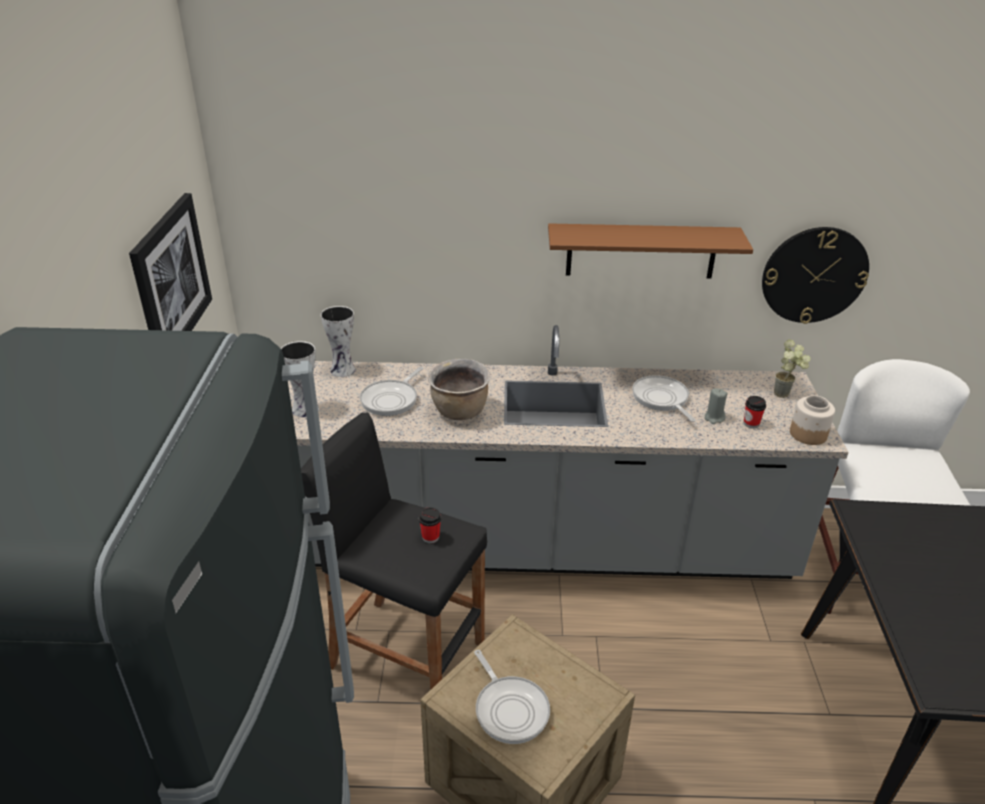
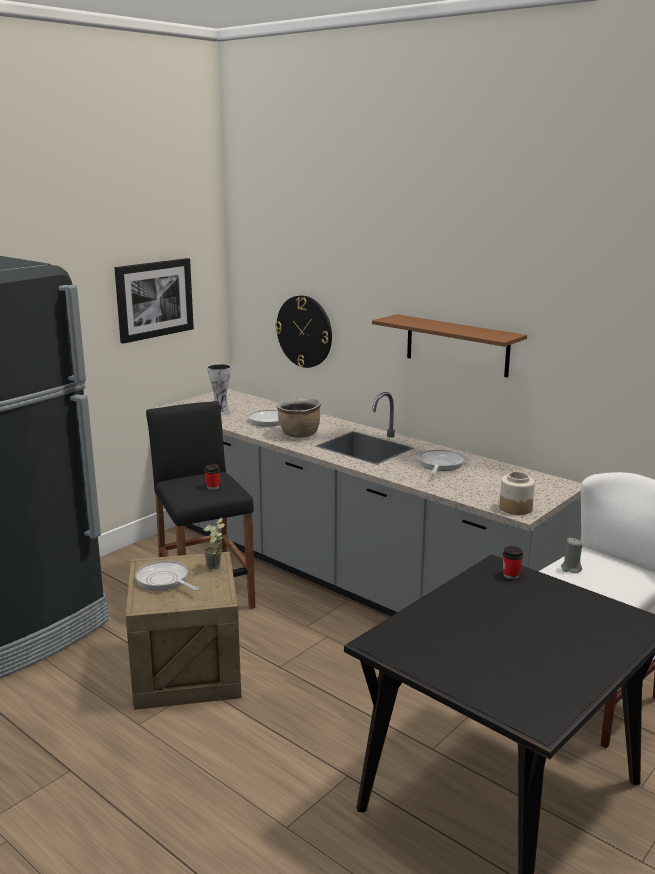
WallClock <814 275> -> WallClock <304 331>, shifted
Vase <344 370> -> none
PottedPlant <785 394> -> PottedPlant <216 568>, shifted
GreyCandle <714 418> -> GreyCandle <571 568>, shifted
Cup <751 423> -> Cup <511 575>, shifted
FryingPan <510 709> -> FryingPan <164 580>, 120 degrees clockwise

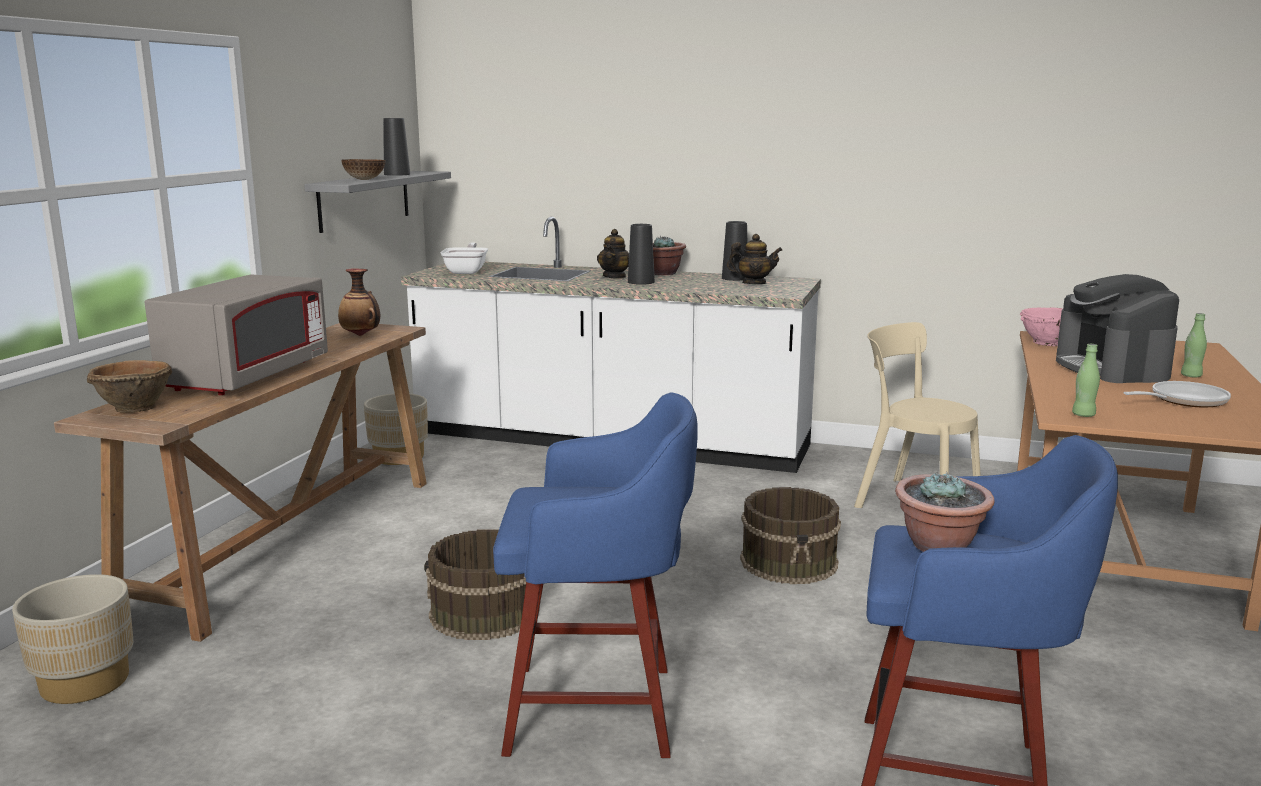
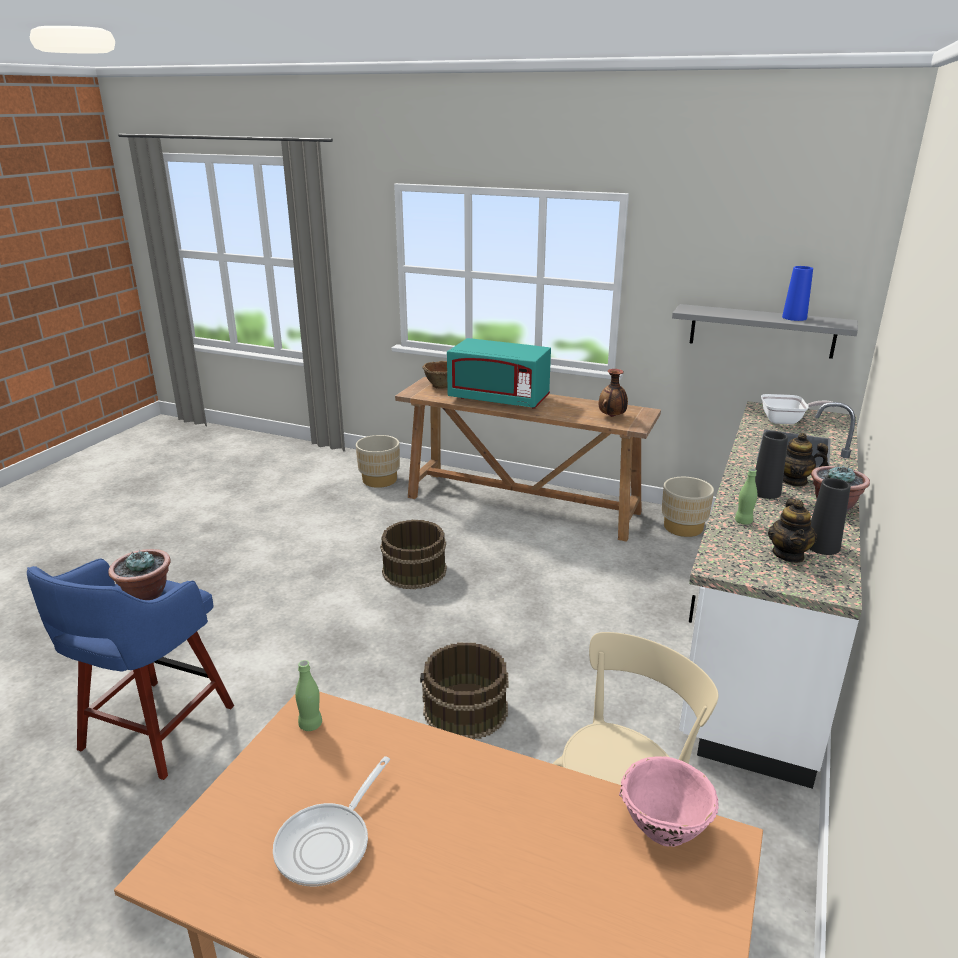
BlackVase <397 174> -> BlueVase <794 317>
Bowl <365 180> -> none
CoffeeMachine <1111 368> -> none
GreyMicrowave <247 377> -> TurquoiseMicrowave <499 399>
GreenBottle <1191 376> -> GreenBottle <743 521>, shifted
FryingPan <1183 401> -> FryingPan <328 843>, 45 degrees clockwise
BlueStool <598 710> -> none

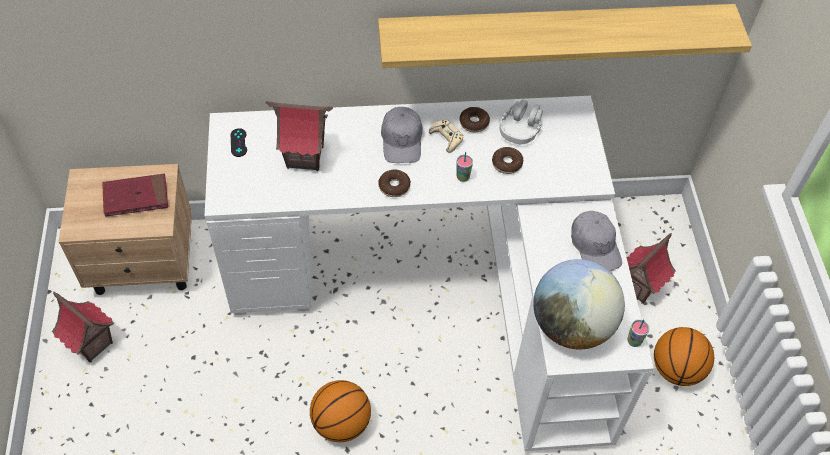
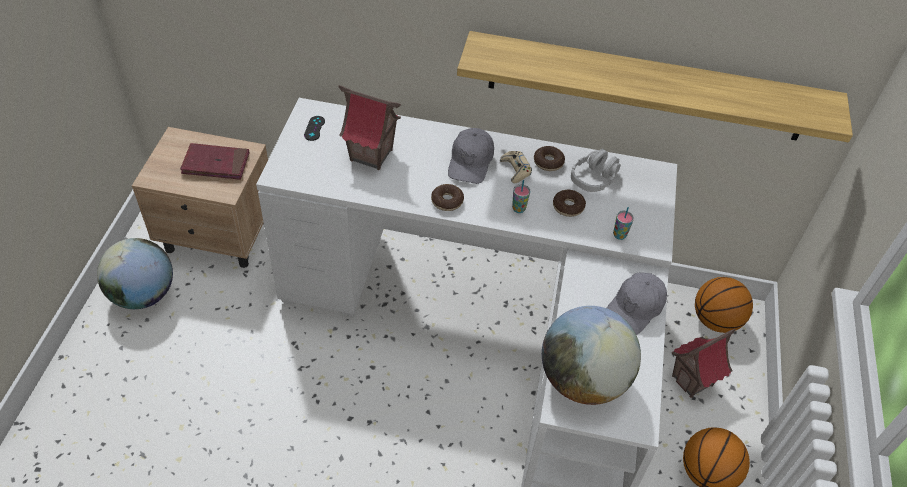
GreyCap <595 246> -> GreyCap <635 308>, 45 degrees clockwise
ToyHouse <91 344> -> Globe <143 295>
Cup <634 341> -> Cup <619 235>, shifted
Basketball <342 423> -> Basketball <716 320>, shifted

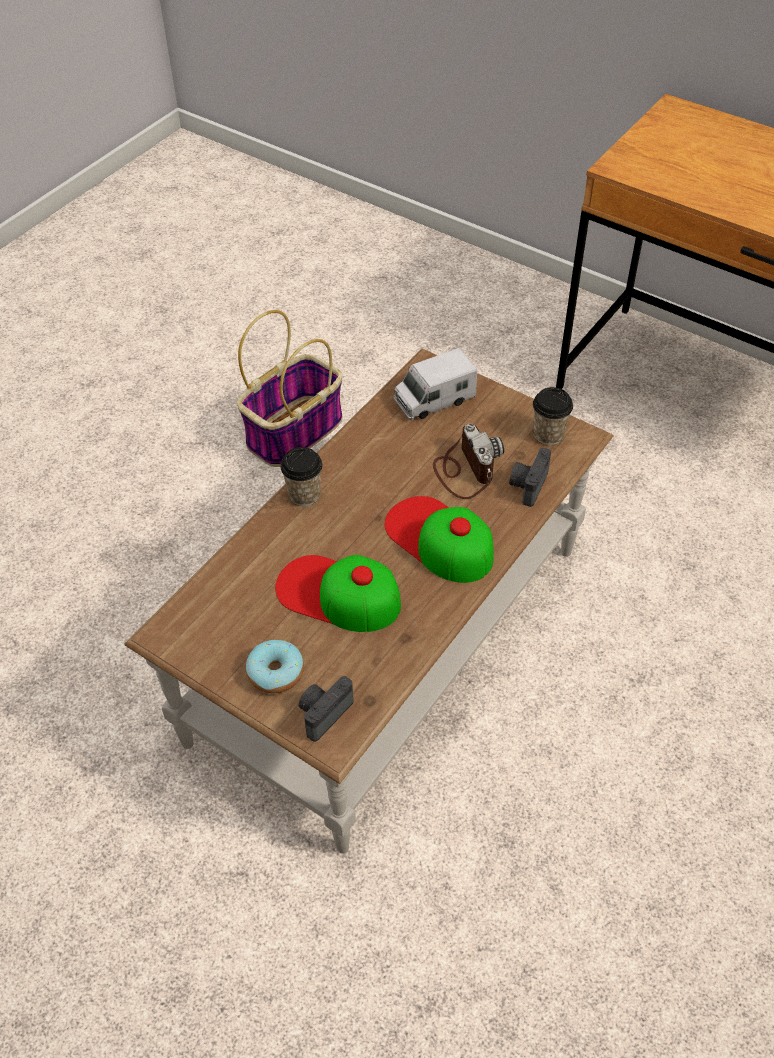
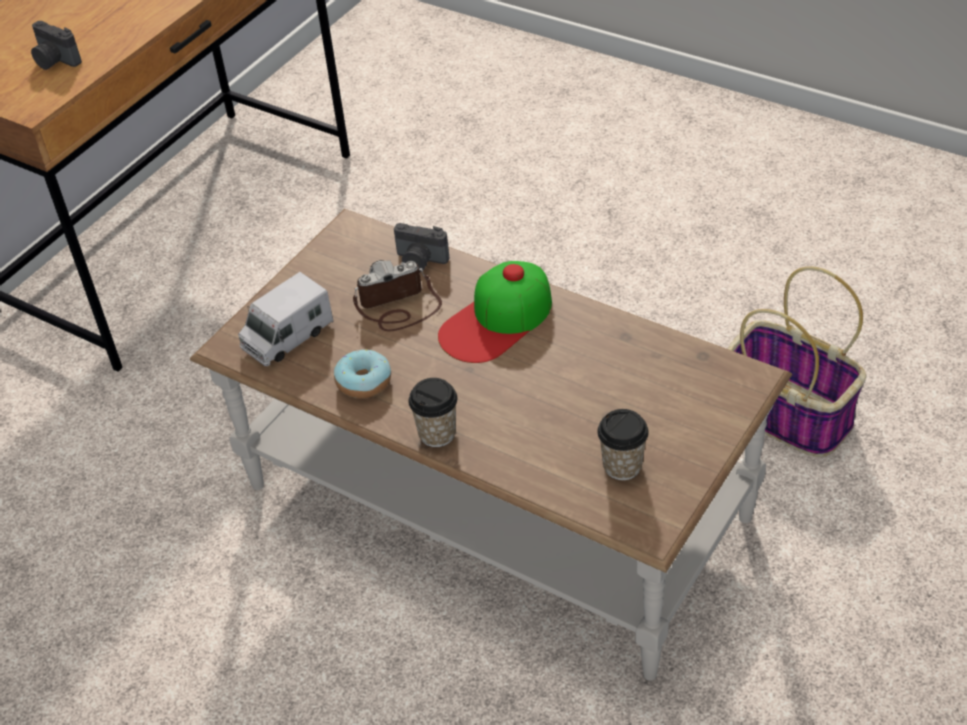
Basket <295 431> -> Basket <785 414>, shifted
ToyTruck <434 400> -> ToyTruck <287 337>, 75 degrees clockwise
Cup <548 434> -> Cup <622 466>, shifted
Cap <338 594> -> none
Donut <276 672> -> Donut <364 382>, shifted
PhotoCamera <323 713> -> PhotoCamera <55 61>, shifted

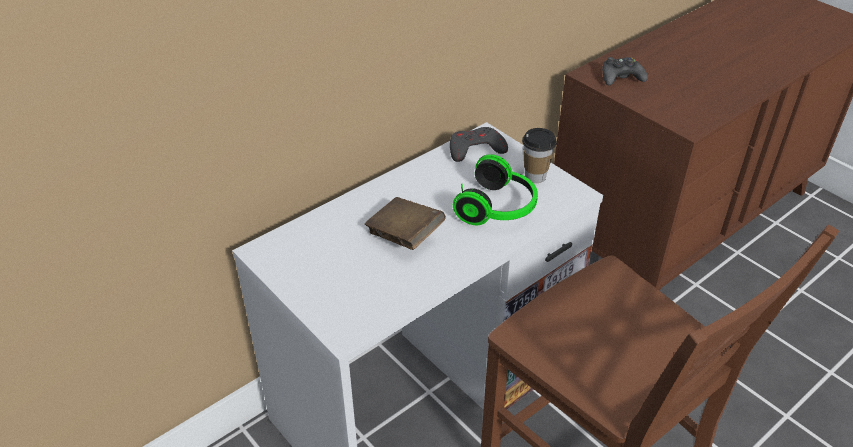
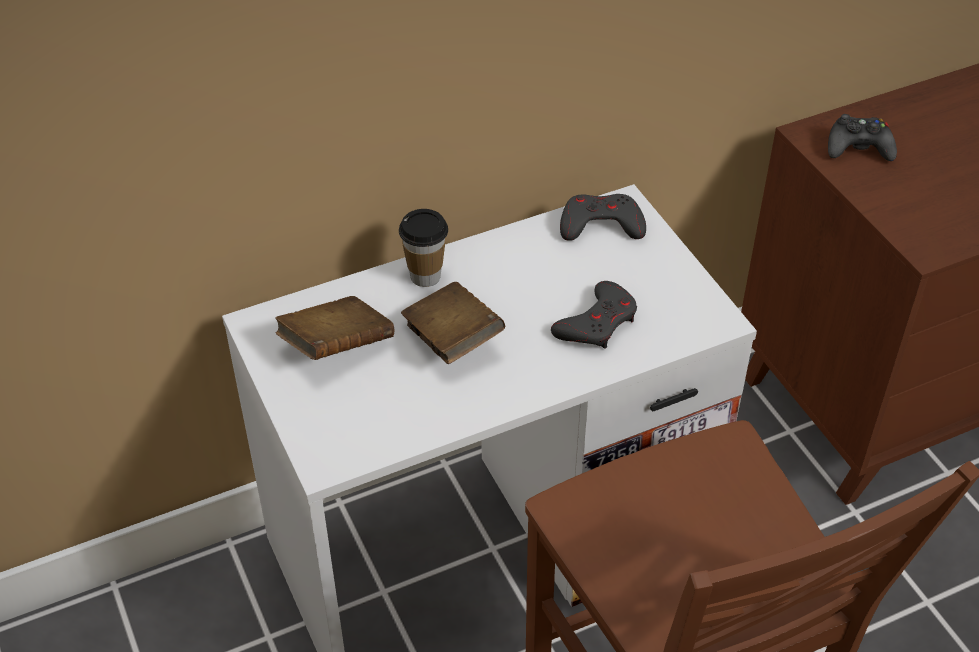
Cup <535 176> -> Cup <425 276>, shifted
Headphones <498 208> -> GreyGameController <597 323>
none -> BrownBook <336 346>

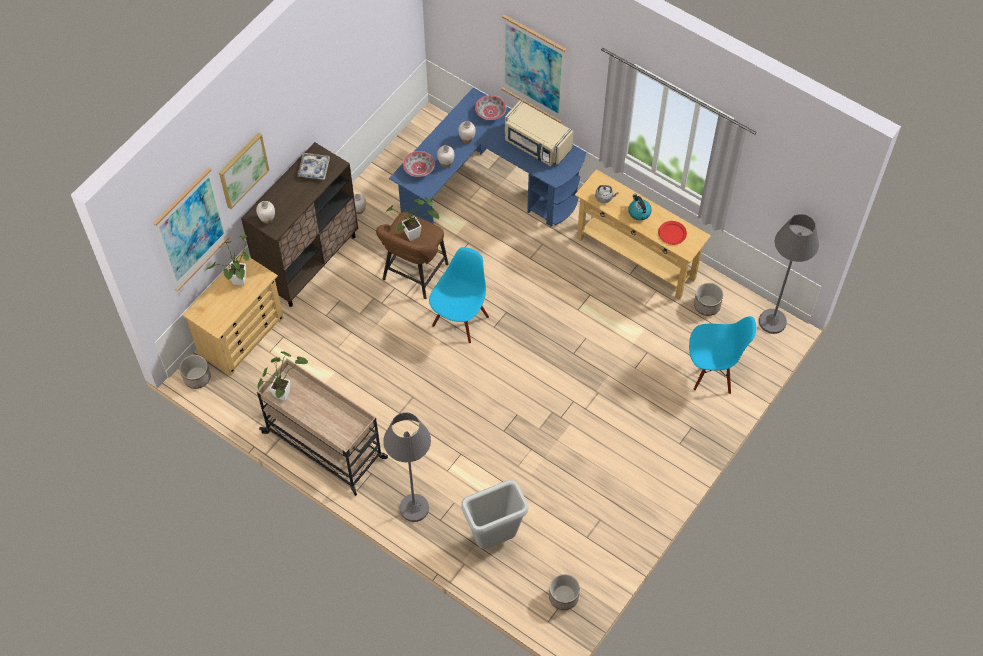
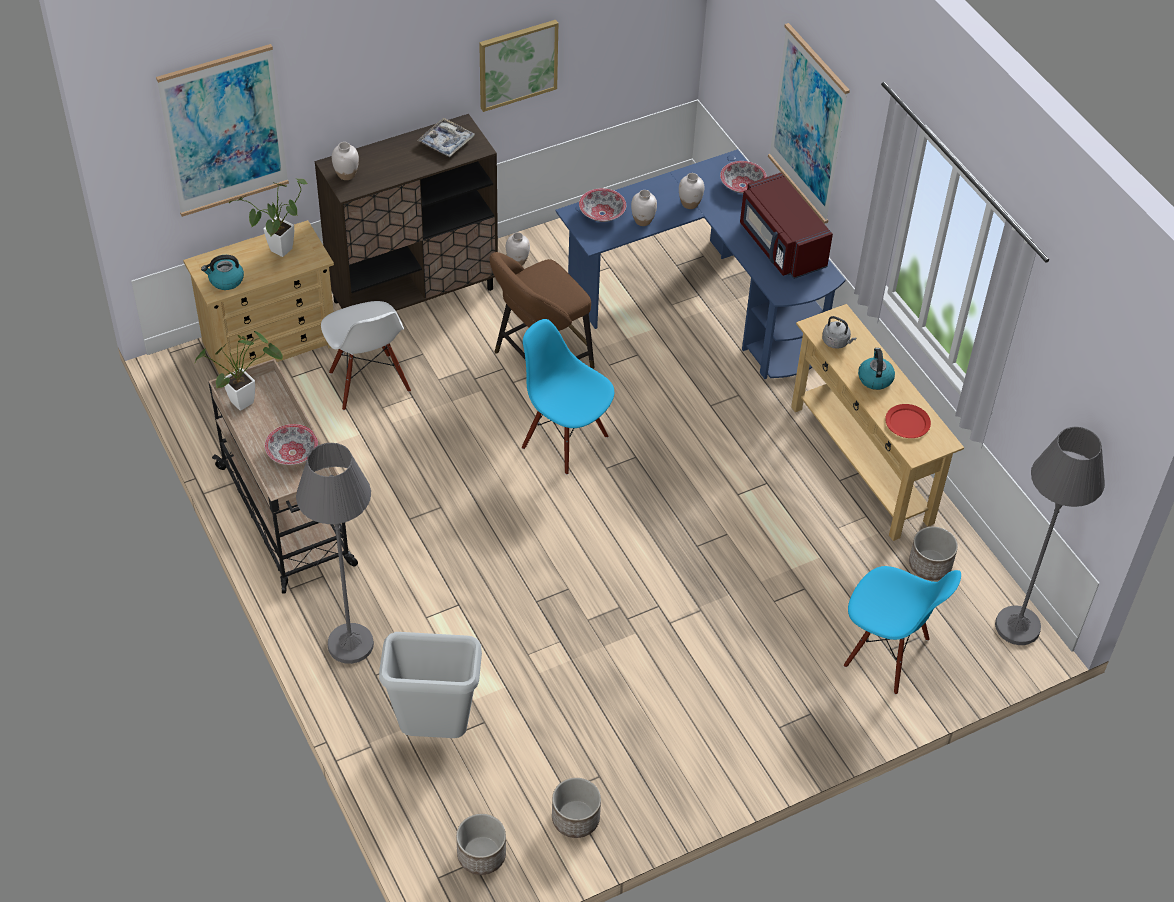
BeigeMicrowave <536 145> -> RedMicrowave <781 246>
Picture <242 170> -> Picture <517 64>, shifted
PottedPlant <415 234> -> none
BlueChair <460 320> -> BlueChair <565 441>, 105 degrees counterclockwise
Planter <197 378> -> Planter <575 819>, shifted
none -> Kettle <226 280>
none -> WhiteChair <368 382>
none -> Bowl <292 453>

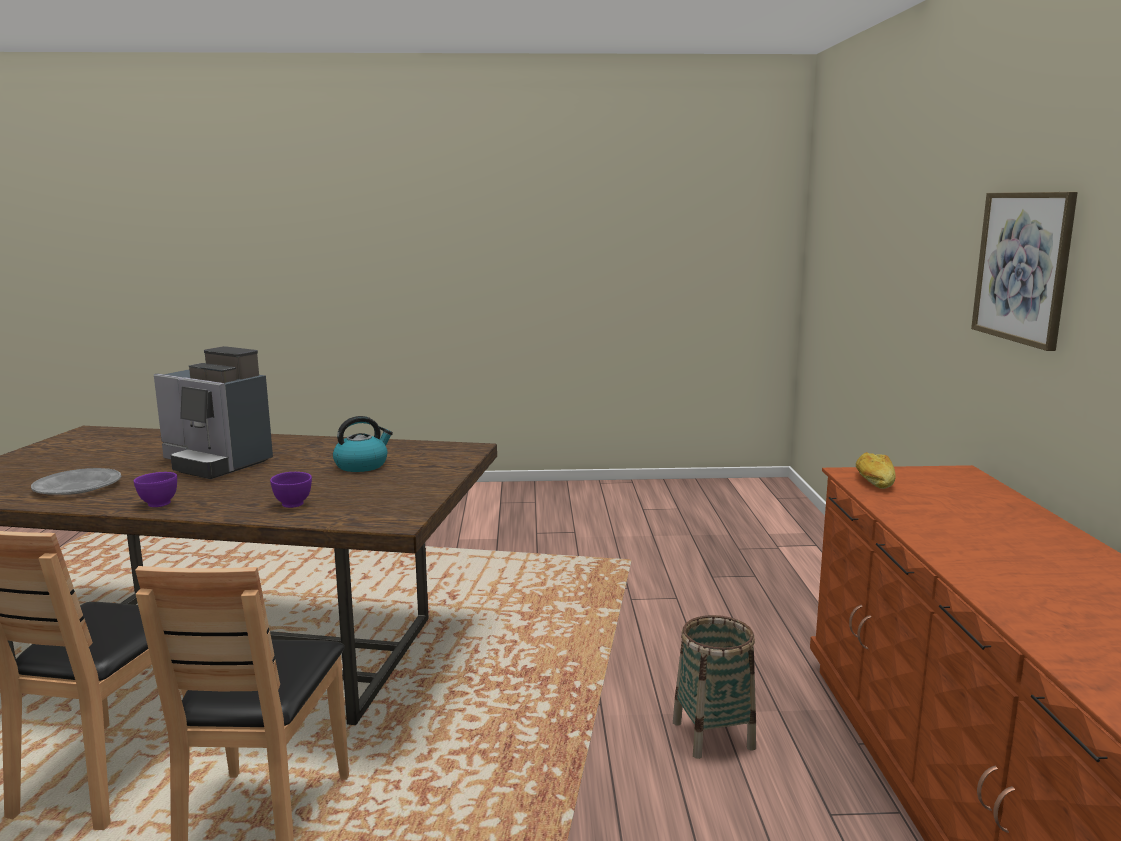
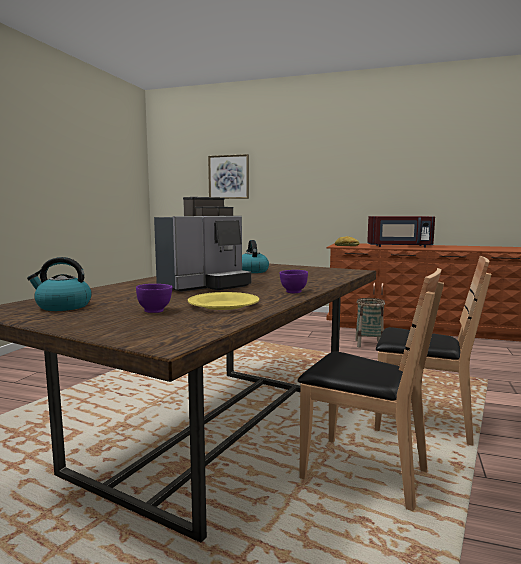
Picture <1023 267> -> Picture <228 177>, shifted
GreyPlate <77 487> -> YellowPlate <223 305>
PurpleBowl <293 504> -> PurpleBowl <155 311>, shifted
none -> RedMicrowave <399 246>
none -> Kettle <63 306>

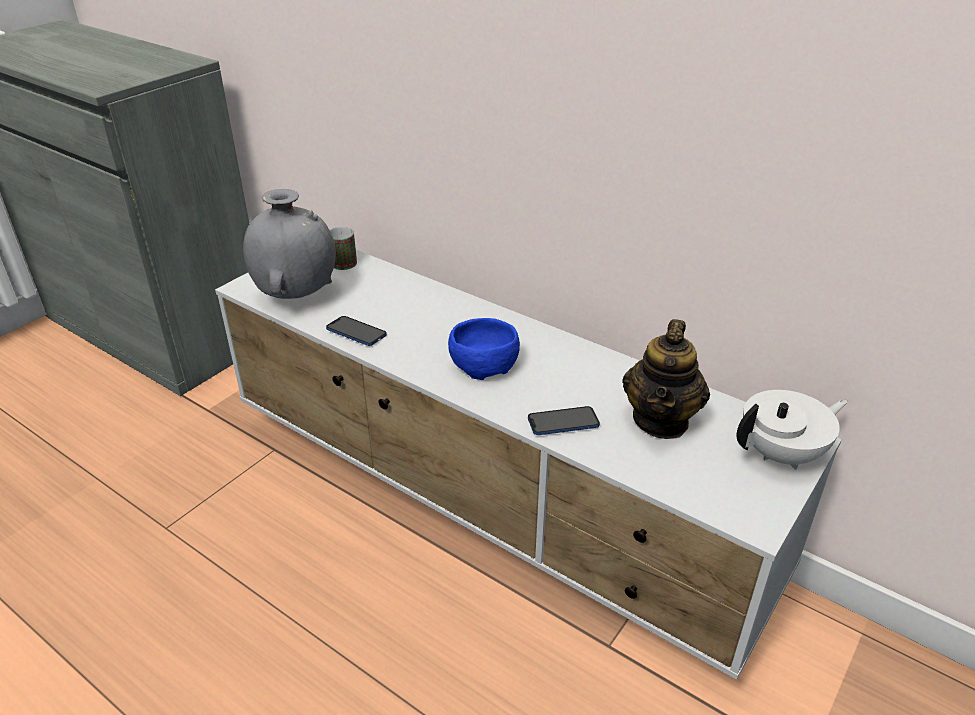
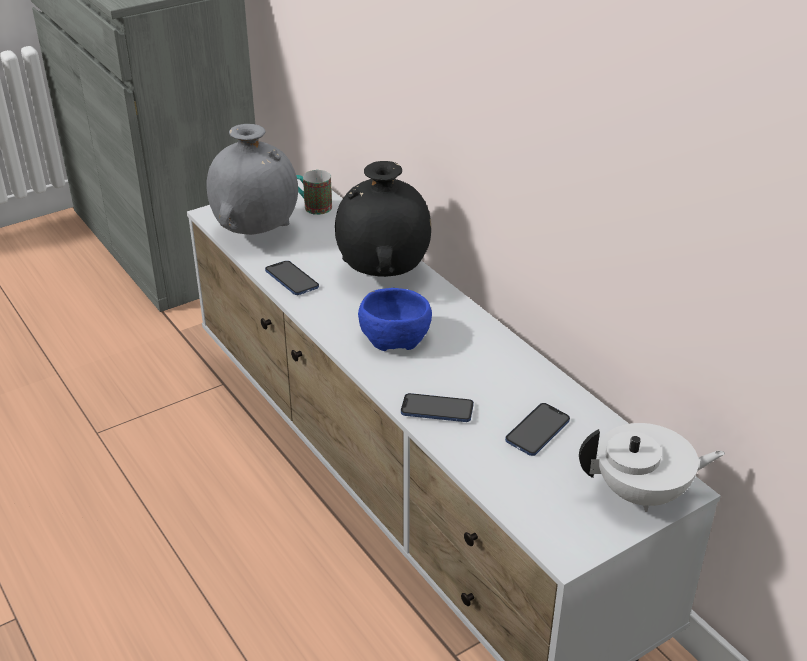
Teapot <661 420> -> Phone <537 431>
none -> BlackVase <383 274>

